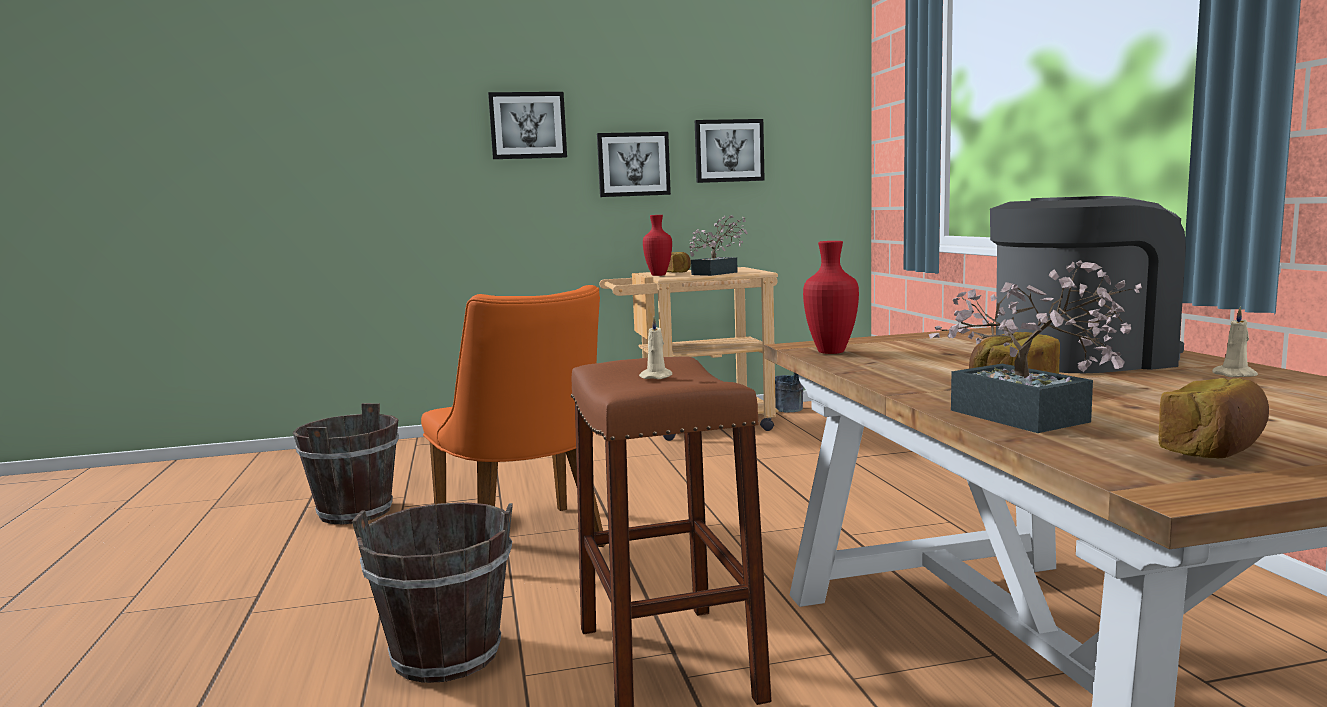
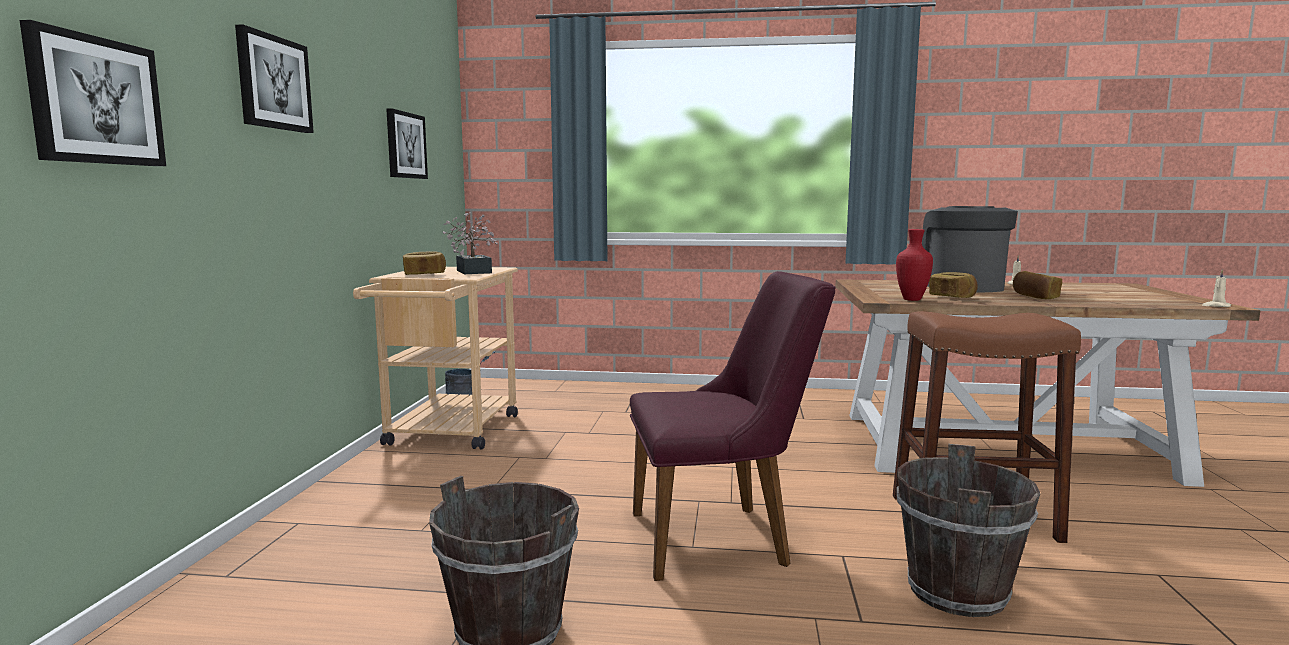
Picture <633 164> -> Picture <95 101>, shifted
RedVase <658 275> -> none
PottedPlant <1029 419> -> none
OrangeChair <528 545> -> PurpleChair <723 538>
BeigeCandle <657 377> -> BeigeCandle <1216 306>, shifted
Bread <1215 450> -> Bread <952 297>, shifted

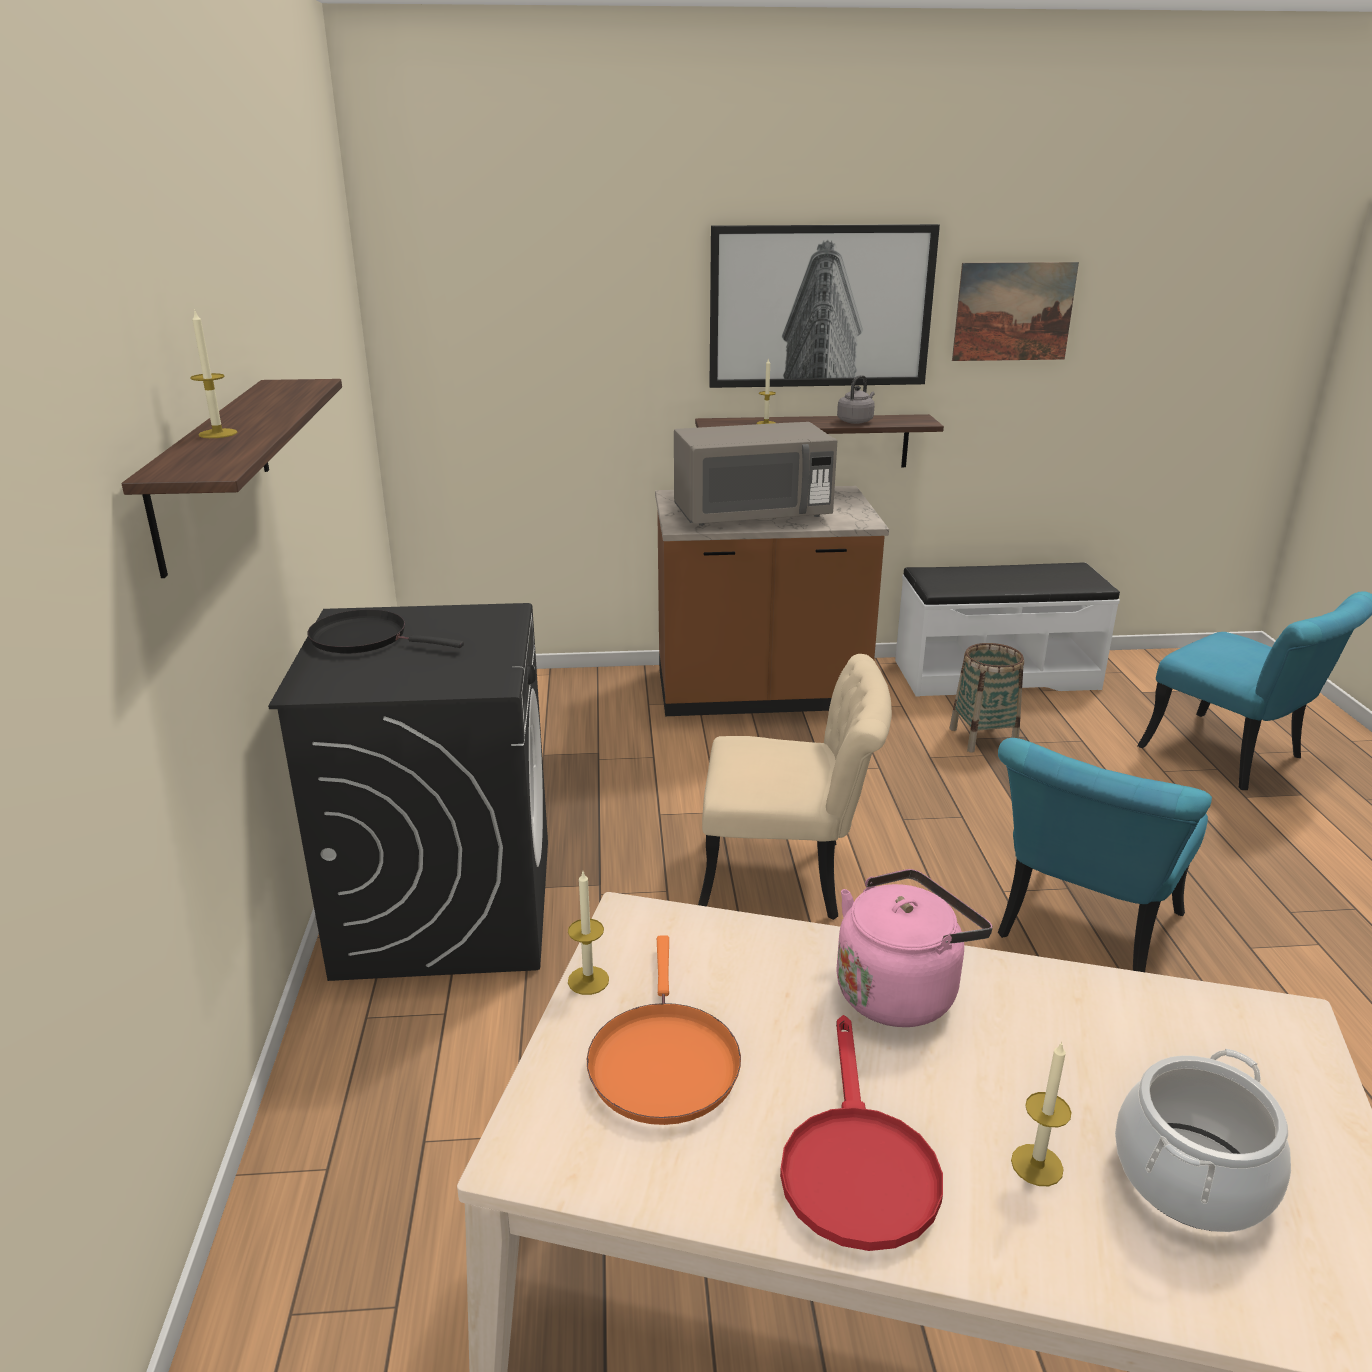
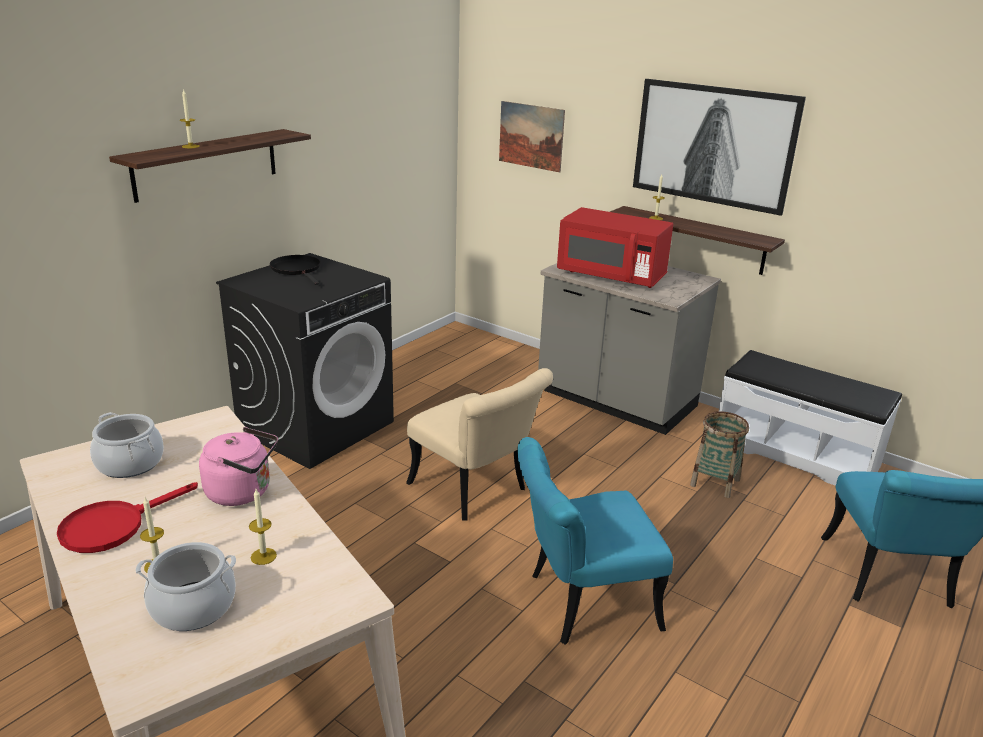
Picture <1013 311> -> Picture <531 136>, shifted
GreyKettle <856 421> -> none
GreyMicrowave <752 516> -> RedMicrowave <611 275>
BrownCounter <759 694> -> GreyCounter <615 401>
Candle <588 980> -> Candle <263 556>, shifted
OrangeFryingPan <662 1061> -> CookingPot <130 463>

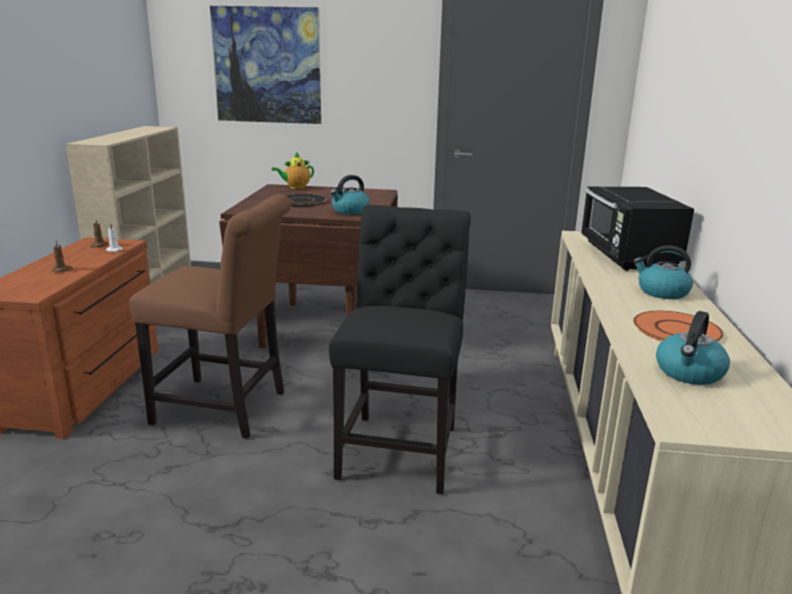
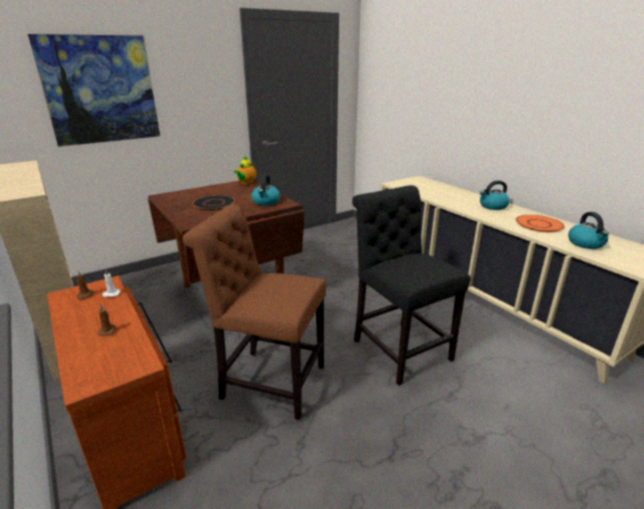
Teapot <295 187> -> Teapot <246 183>, shifted
BlackMicrowave <627 257> -> none
BrownChair <226 409> -> BrownChair <268 381>, 135 degrees counterclockwise

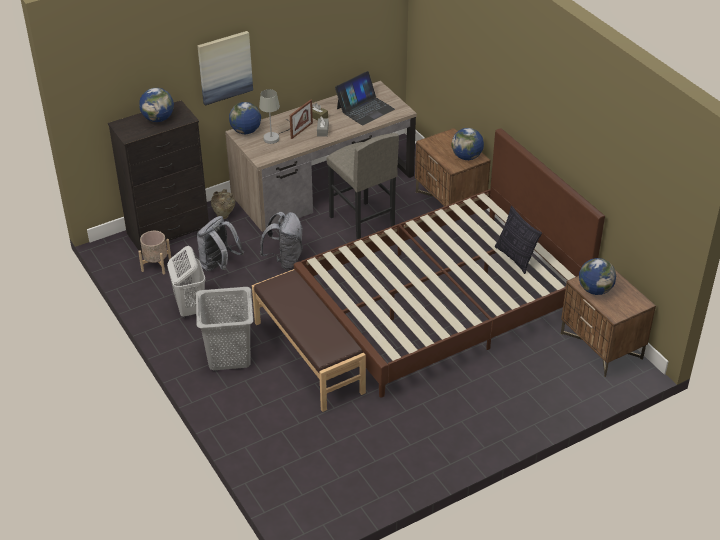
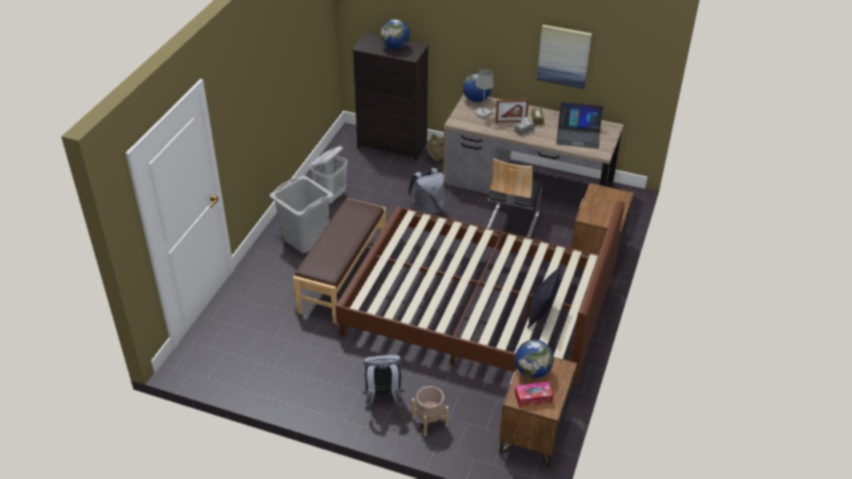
Picture <225 67> -> Picture <564 56>, shifted
Globe <466 157> -> none
GreyStool <361 224> -> Chair <511 224>
GreyBackpack <219 265> -> GreyBackpack <383 400>, shifted
BeigePlanter <156 265> -> BeigePlanter <429 421>, shifted
none -> TissueBox <533 398>

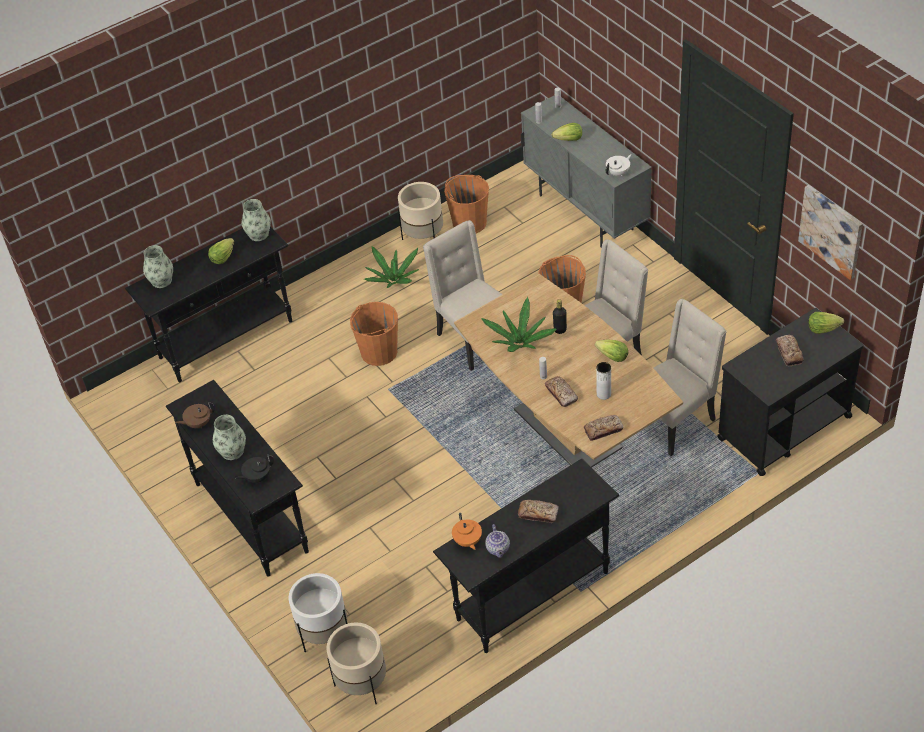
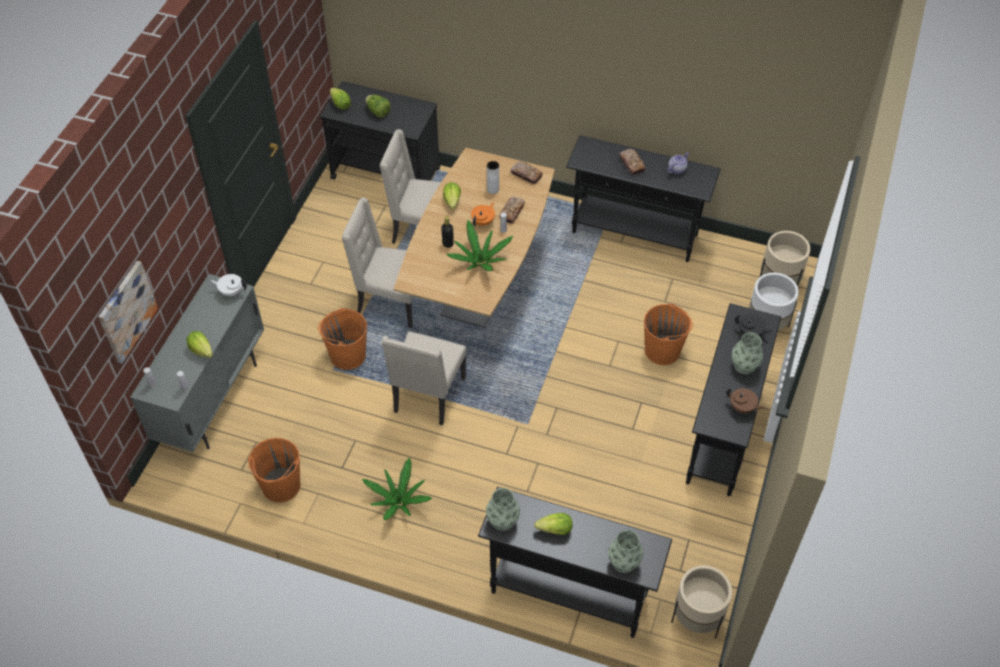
BeigePlanter <424 237> -> BeigePlanter <697 618>, shifted
Picture <831 231> -> Picture <126 311>, shifted
OrangeBucket <378 352> -> OrangeBucket <662 351>, shifted
Bread <789 353> -> Lettuce <378 112>
OrangeTeapot <467 541> -> OrangeTeapot <483 222>, shifted

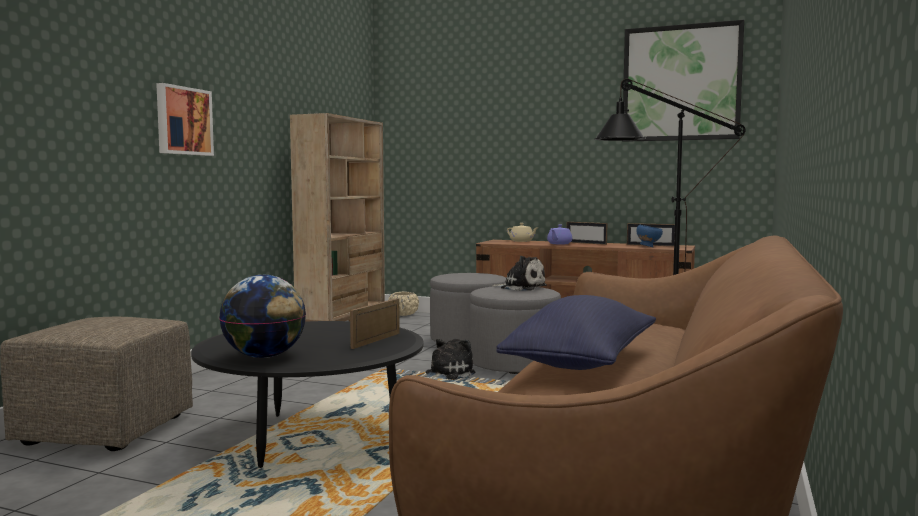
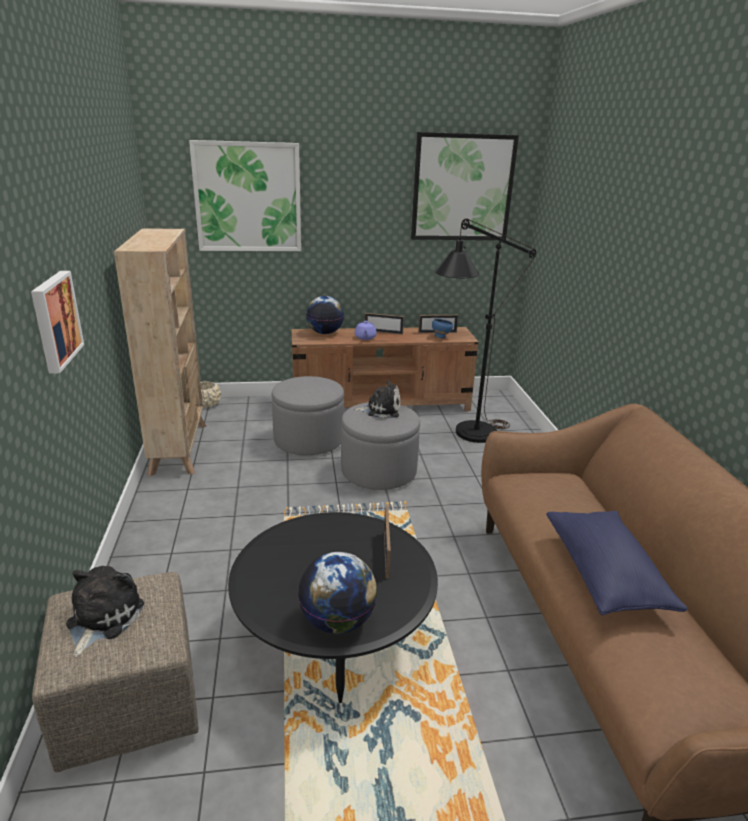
BeigeTeapot <522 241> -> Globe <325 333>
PlushToy <447 374> -> PlushToy <102 618>, shifted
none -> Picture <248 197>

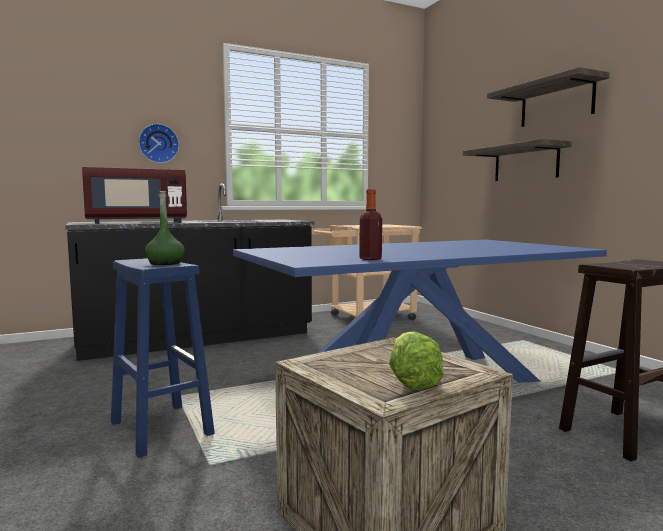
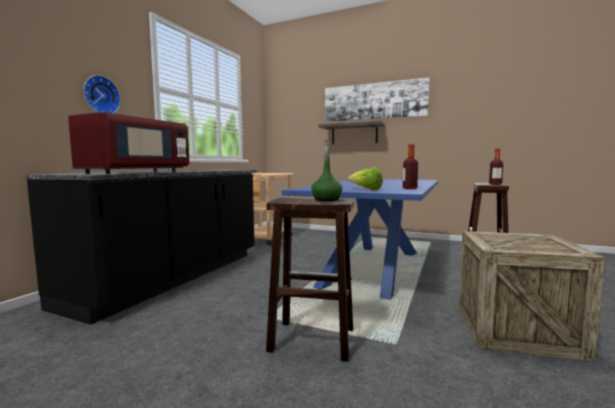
Shelf <556 103> -> Picture <374 101>
BlueStool <160 428> -> BrownStool <310 339>
Lettuce <411 381> -> Lettuce <366 189>, shifted
none -> Bottle <495 184>

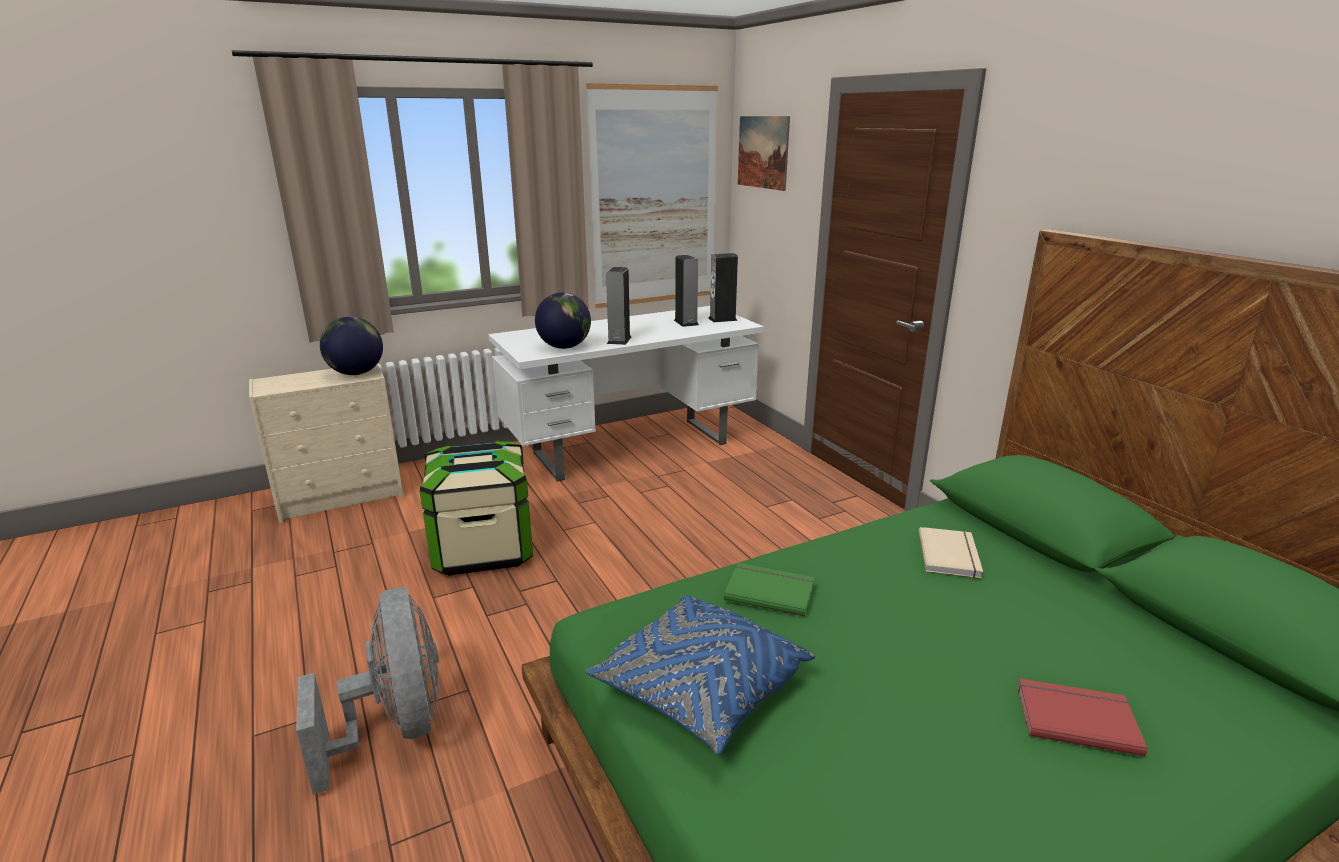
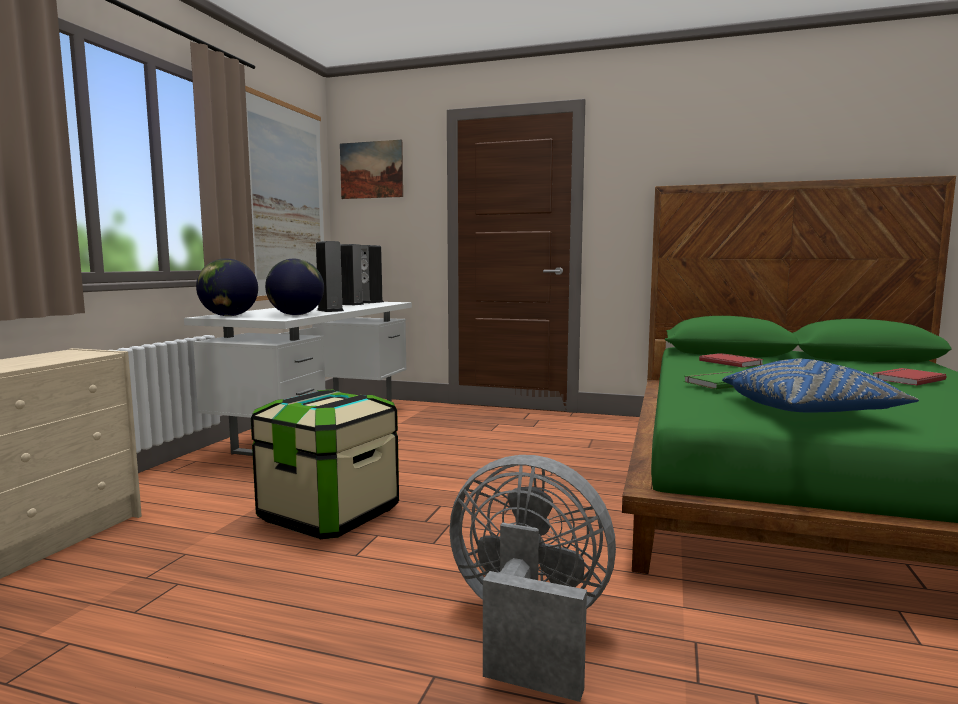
Globe <356 373> -> Globe <228 316>, shifted
BeigeBook <951 555> -> RedBook <731 362>

